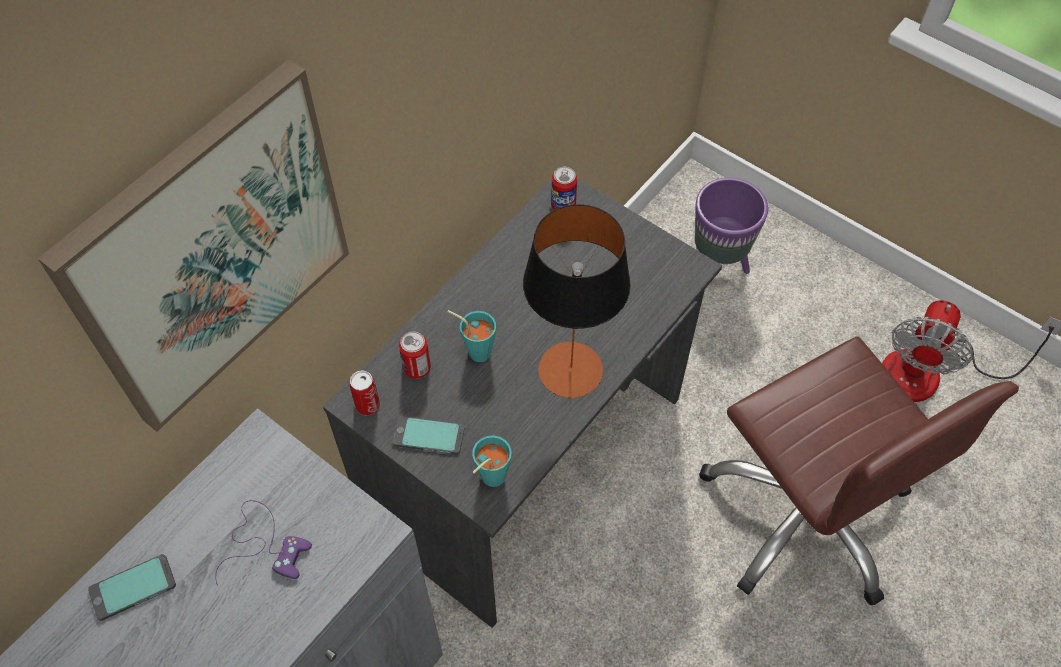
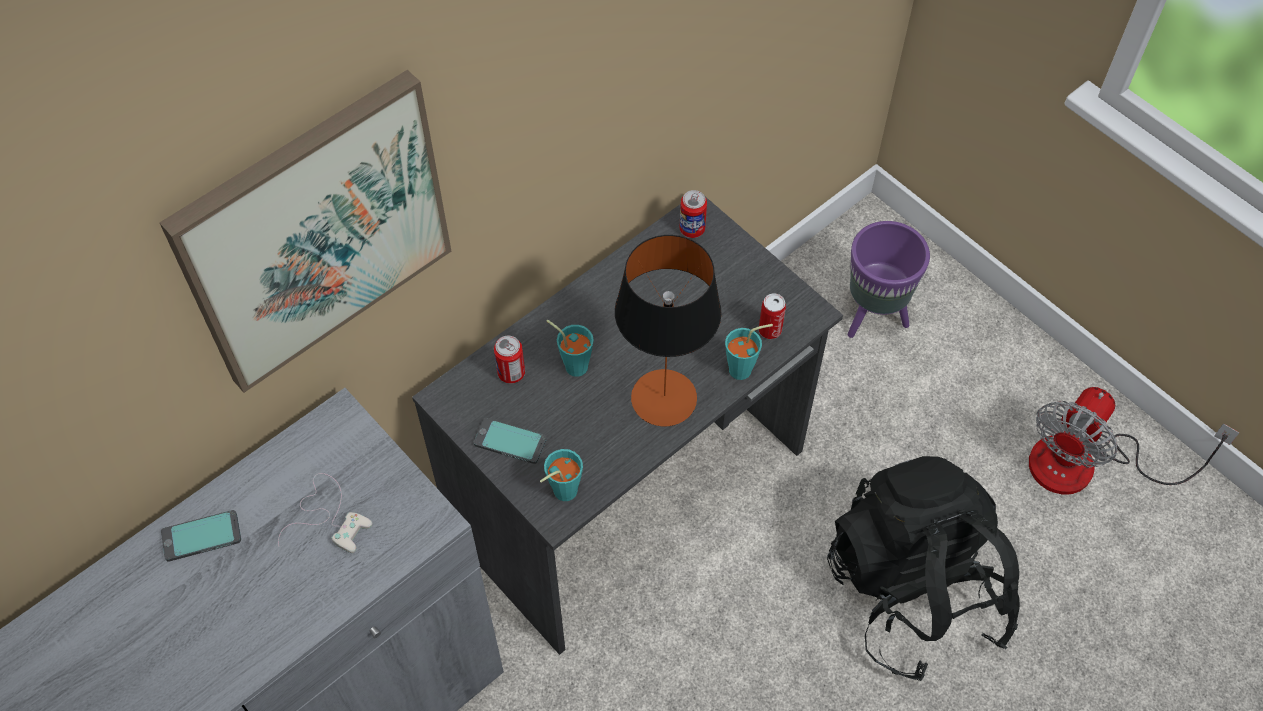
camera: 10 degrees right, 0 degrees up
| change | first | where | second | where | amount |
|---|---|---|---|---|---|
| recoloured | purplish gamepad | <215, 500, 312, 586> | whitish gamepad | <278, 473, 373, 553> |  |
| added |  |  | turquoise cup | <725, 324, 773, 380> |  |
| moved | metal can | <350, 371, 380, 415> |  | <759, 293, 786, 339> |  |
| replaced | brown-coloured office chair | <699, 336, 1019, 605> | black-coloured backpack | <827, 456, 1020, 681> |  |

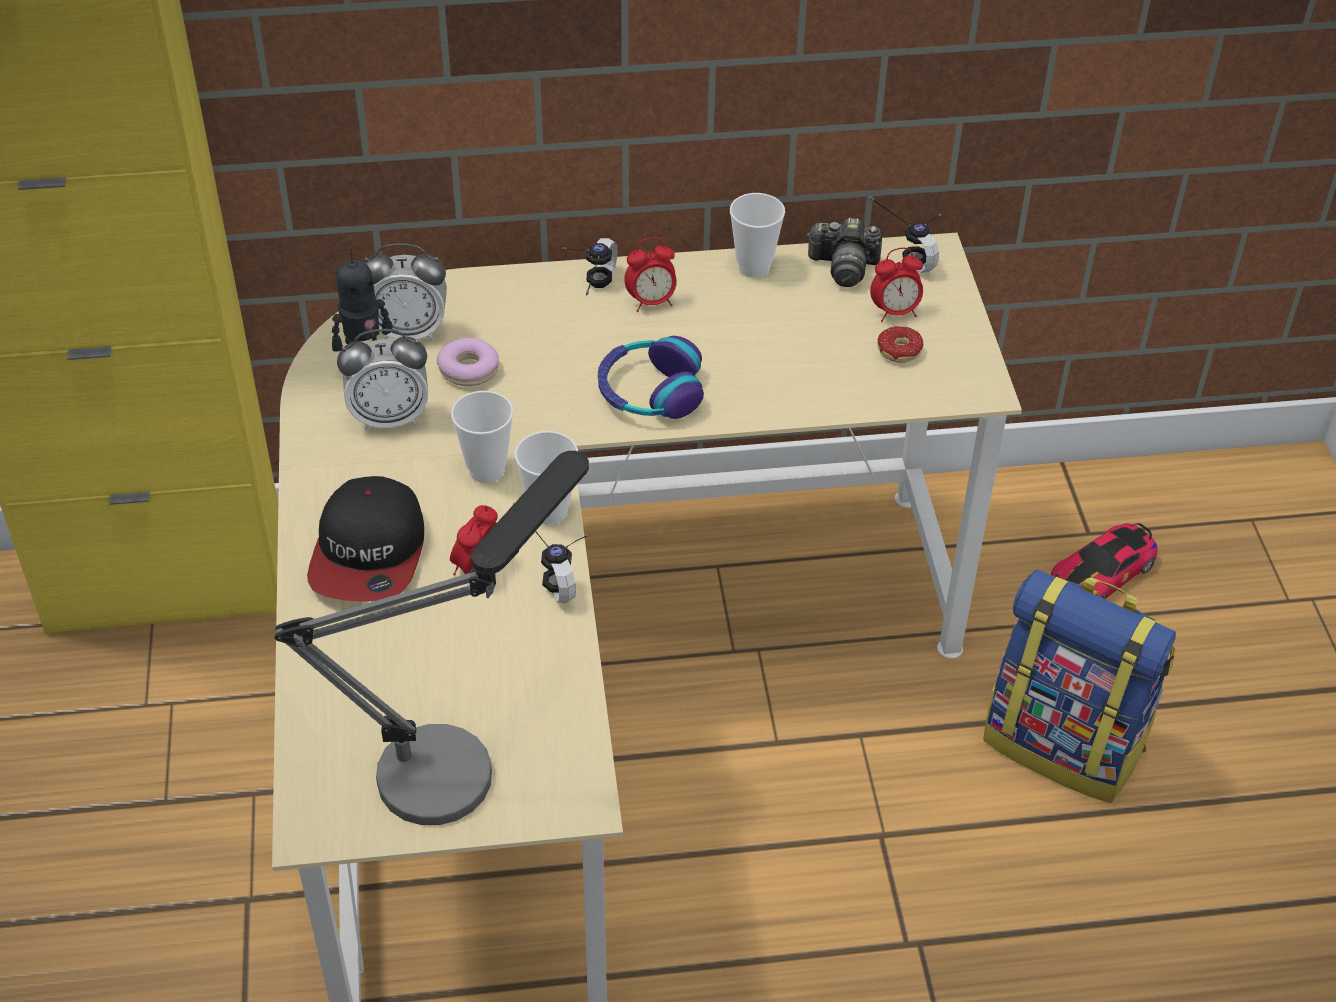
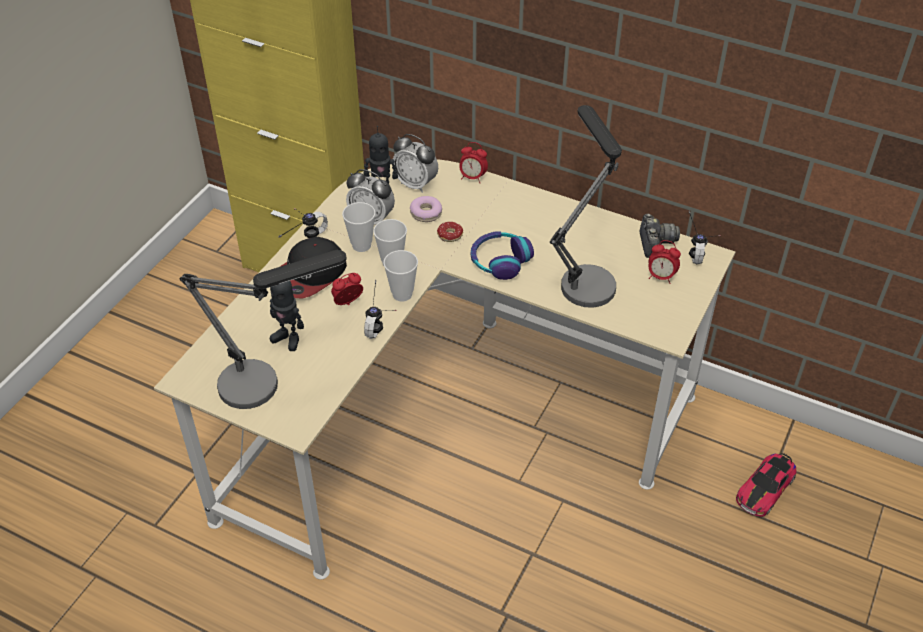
camera: 35 degrees right, 0 degrees up
| change | first | where | second | where | amount |
|---|---|---|---|---|---|
| added |  |  | robot figure | <270, 281, 304, 351> |  |
| moved | headphones | <563, 238, 618, 296> |  | <278, 208, 328, 238> |  |
| moved | cup | <730, 193, 785, 278> |  | <342, 202, 375, 252> |  |
| moved | donut | <878, 326, 941, 363> |  | <437, 222, 463, 242> |  |
| moved | bedside clock | <624, 237, 677, 312> |  | <459, 142, 488, 182> |  |
| added |  |  | lamp for a table | <550, 105, 622, 308> |  |
| turned | still camera | <807, 218, 882, 287> |  | <640, 214, 680, 258> | 135 degrees counterclockwise |
| turned | model car | <1051, 523, 1157, 599> |  | <736, 453, 796, 517> | 45 degrees counterclockwise |
| removed | backpack | <983, 569, 1176, 803> |  |  |  |

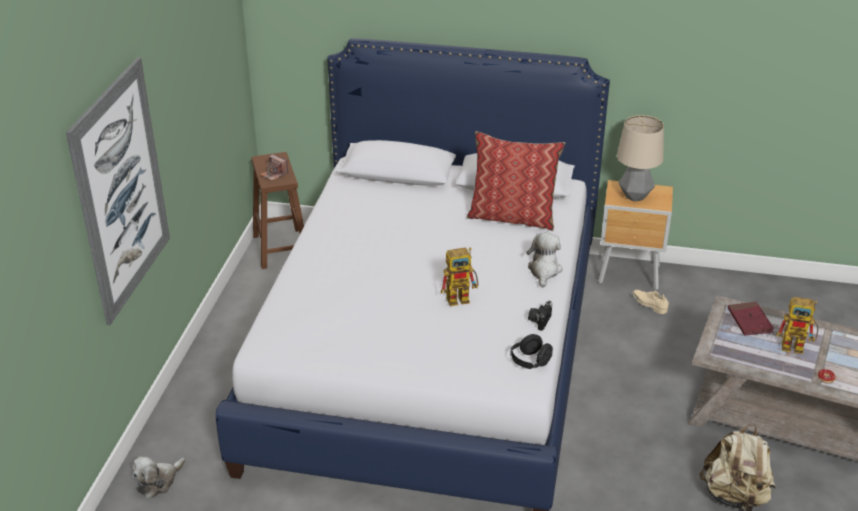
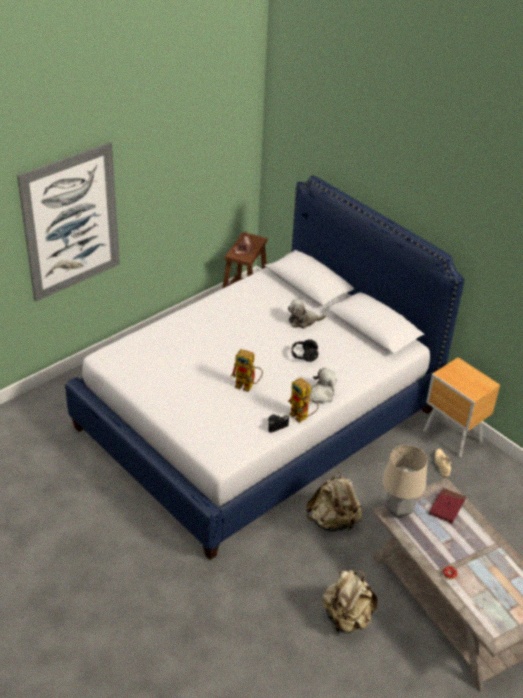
camera: 35 degrees right, 5 degrees up
| change | first | where | second | where | amount |
|---|---|---|---|---|---|
| moved | soft toy | <133, 456, 185, 499> |  | <288, 299, 326, 329> |  |
| moved | robot figure | <776, 297, 819, 354> |  | <288, 378, 319, 423> |  |
| moved | black-coloured headphones | <510, 334, 553, 369> |  | <291, 339, 318, 362> |  |
| added |  |  | sand-coloured backpack | <306, 471, 362, 533> |  |
| moved | lamp for a table | <617, 115, 664, 202> |  | <382, 445, 427, 518> |  |
| removed | throw pillow | <466, 131, 566, 231> |  |  |  |

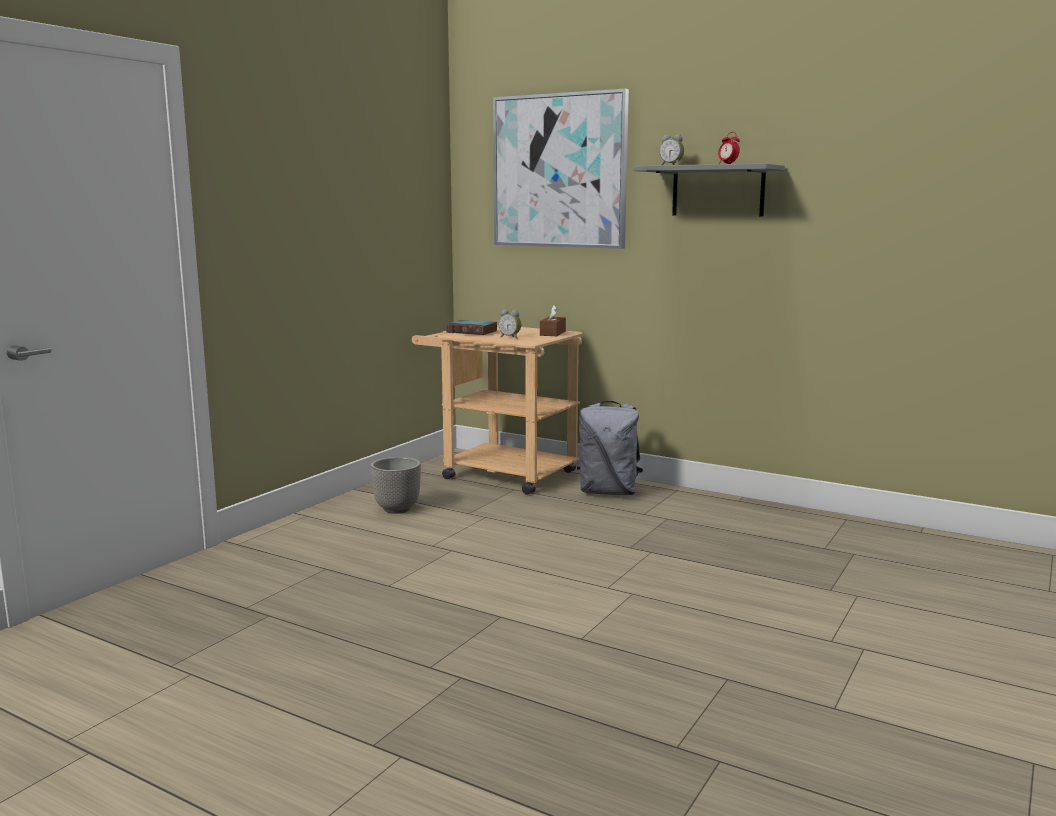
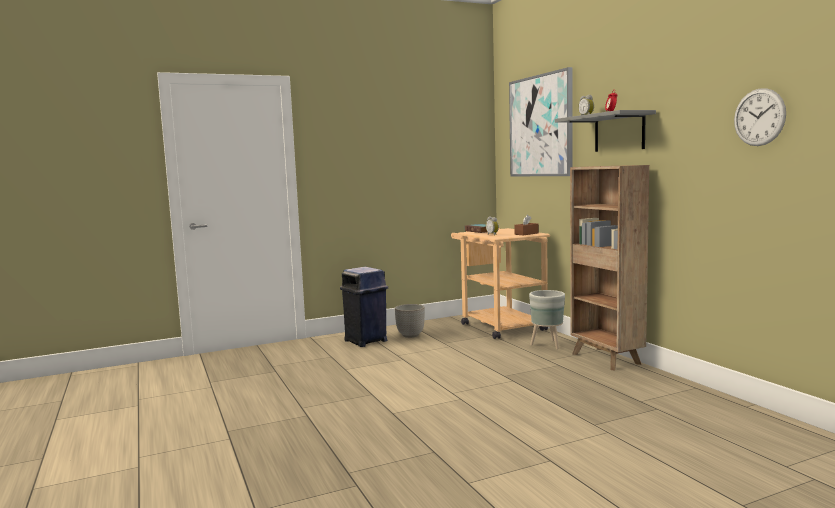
camera: 35 degrees right, 5 degrees down
| change | first | where | second | where | amount |
|---|---|---|---|---|---|
| added |  |  | bluish rubbish bin | <340, 267, 388, 347> |  |
| replaced | grey backpack | <577, 401, 643, 495> | grey plant pot | <529, 290, 565, 349> |  |
| added |  |  | brown-coloured bookcase | <570, 165, 649, 370> |  |
| added |  |  | clock on the wall | <734, 88, 786, 146> |  |

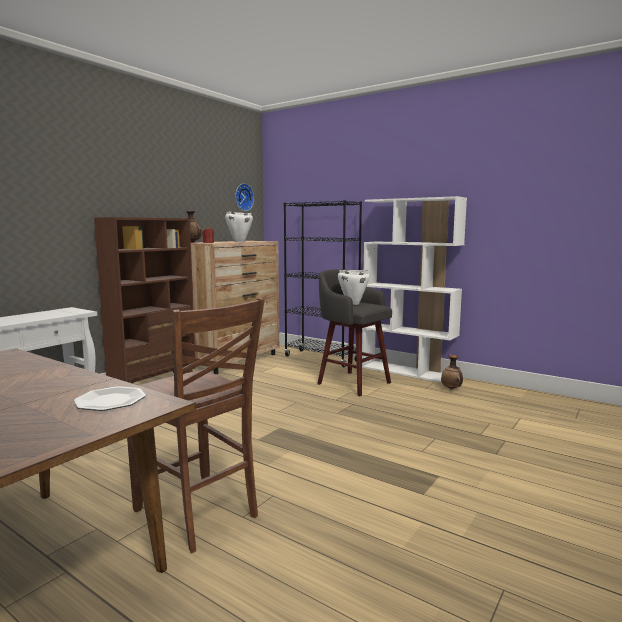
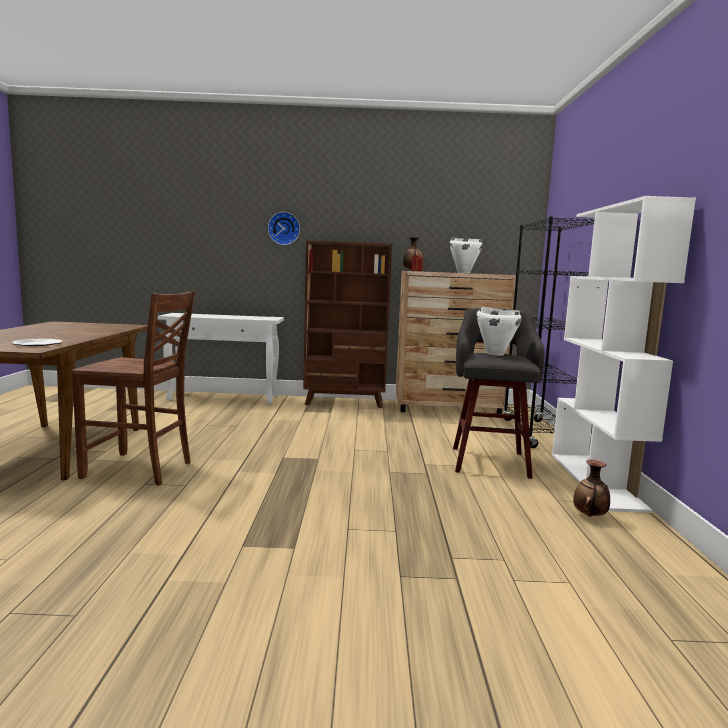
camera: 55 degrees right, 0 degrees up
| change | first | where | second | where | amount |
|---|---|---|---|---|---|
| turned | brown-coloured chair | <127, 298, 265, 553> |  | <72, 290, 195, 485> | 90 degrees counterclockwise |
| moved | clock on the wall | <235, 183, 254, 211> |  | <268, 212, 300, 245> |  |

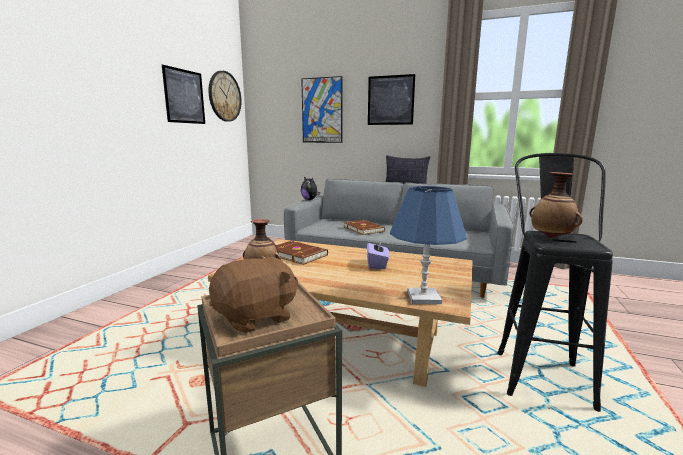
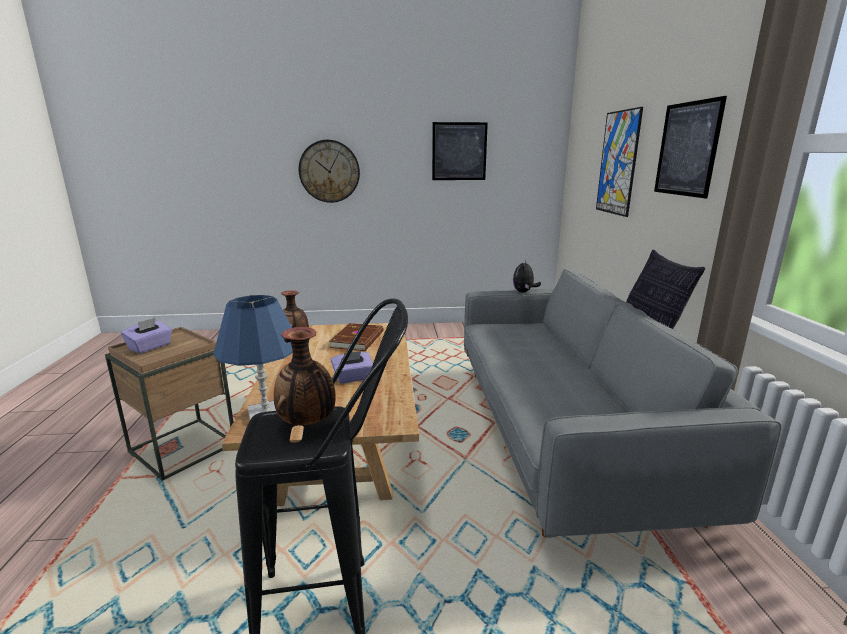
camera: 65 degrees right, 5 degrees up
| change | first | where | second | where | amount |
|---|---|---|---|---|---|
| replaced | brown-coloured soft toy | <209, 255, 298, 333> | purplish tissue box | <121, 318, 172, 353> |  |
| moved | clock on the wall | <209, 71, 242, 122> |  | <299, 140, 360, 203> |  |
| removed | brown-coloured book | <343, 220, 385, 235> |  |  |  |

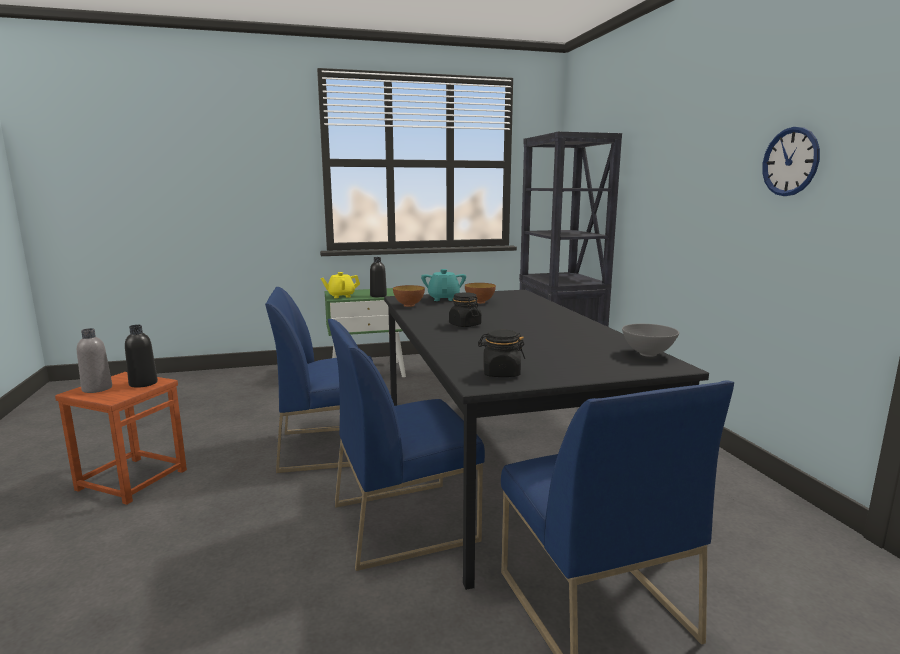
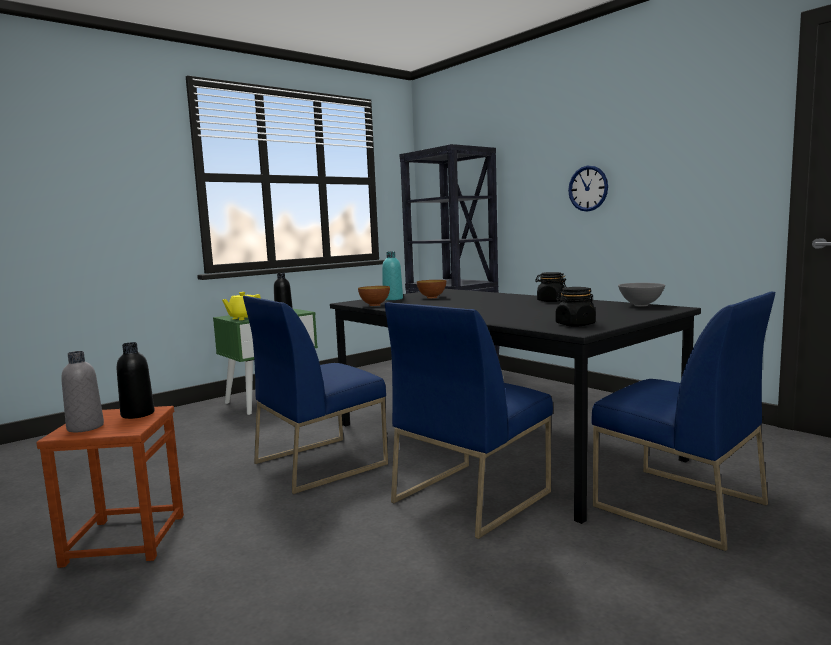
camera: 25 degrees left, 5 degrees down
| change | first | where | second | where | amount |
|---|---|---|---|---|---|
| replaced | turquoise teapot | <421, 269, 466, 301> | turquoise beverage bottle | <382, 251, 403, 300> |  |
| moved | black-coloured jar | <449, 292, 482, 327> |  | <535, 272, 566, 302> |  |
| moved | clock on the wall | <762, 127, 820, 196> |  | <568, 166, 608, 212> |  |

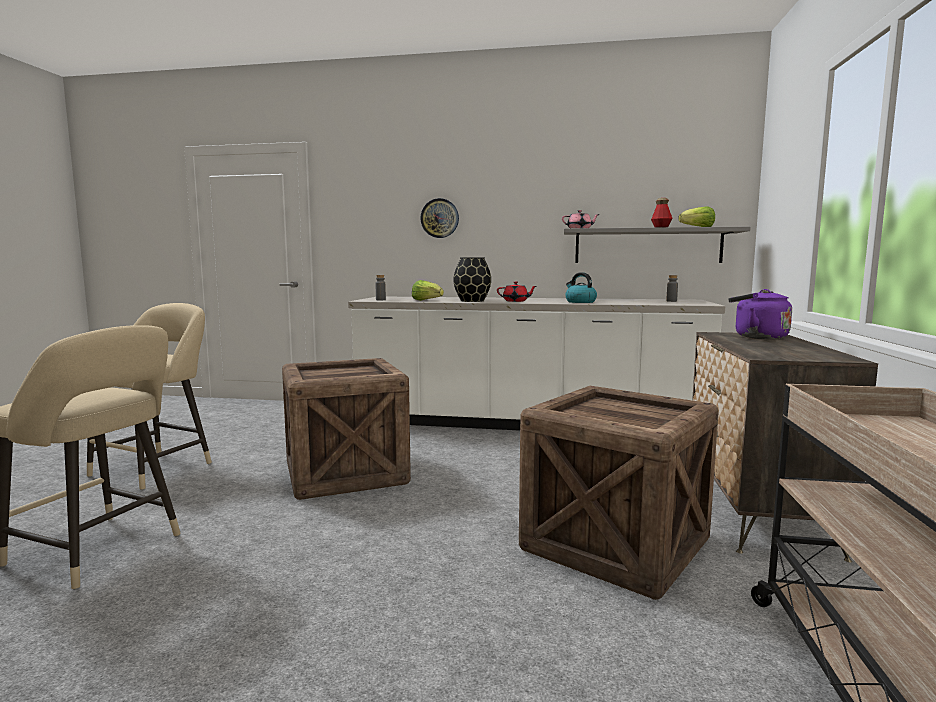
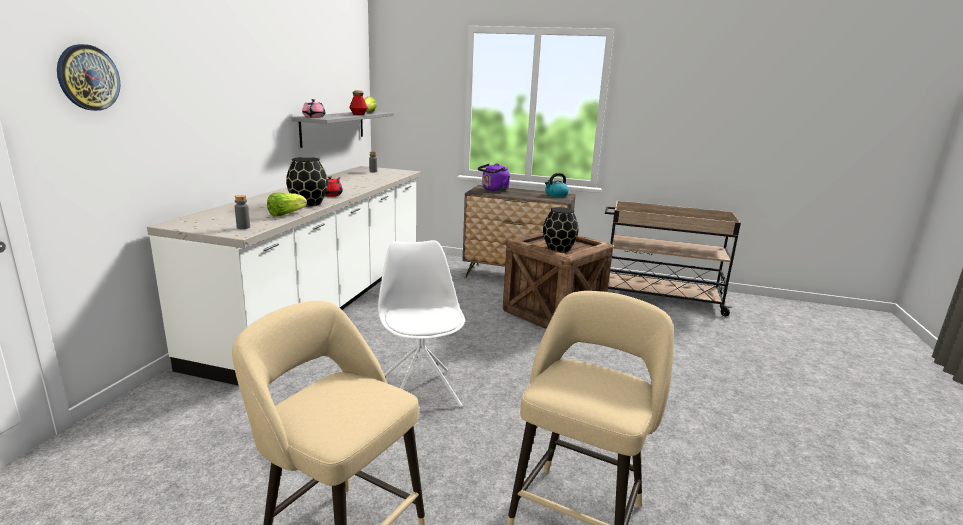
camera: 85 degrees left, 10 degrees up
| change | first | where | second | where | amount |
|---|---|---|---|---|---|
| moved | clock on the wall | <420, 198, 459, 238> |  | <57, 44, 120, 111> |  |
| replaced | shipping crate | <282, 358, 411, 500> | whitish chair | <378, 240, 465, 407> |  |
| added |  |  | black-coloured flower vase | <543, 207, 579, 252> |  |
| moved | tea kettle | <565, 272, 597, 303> |  | <545, 173, 569, 197> |  |

